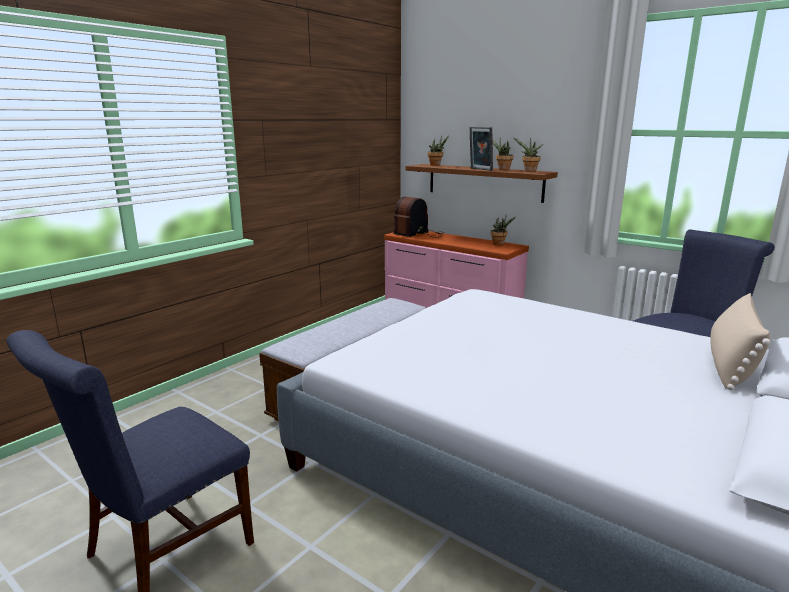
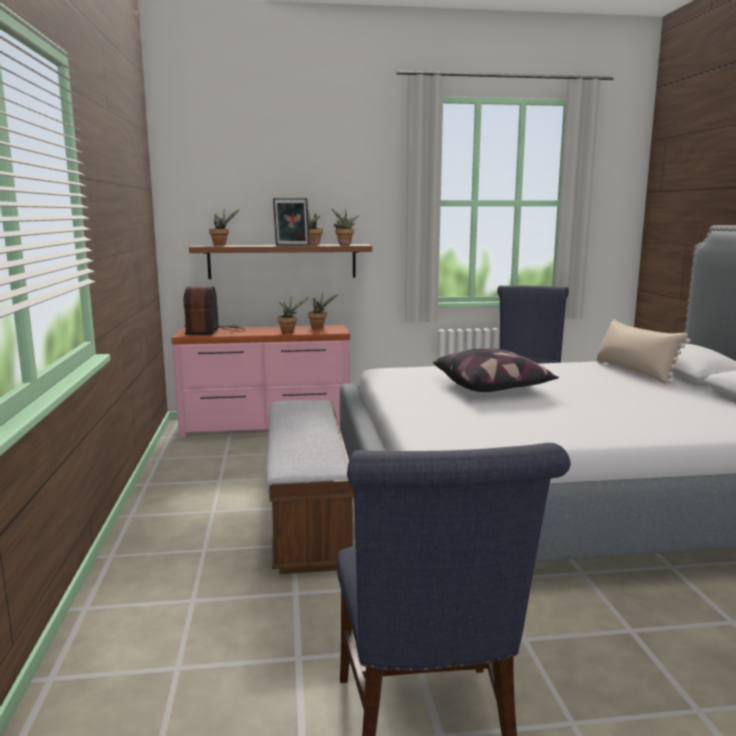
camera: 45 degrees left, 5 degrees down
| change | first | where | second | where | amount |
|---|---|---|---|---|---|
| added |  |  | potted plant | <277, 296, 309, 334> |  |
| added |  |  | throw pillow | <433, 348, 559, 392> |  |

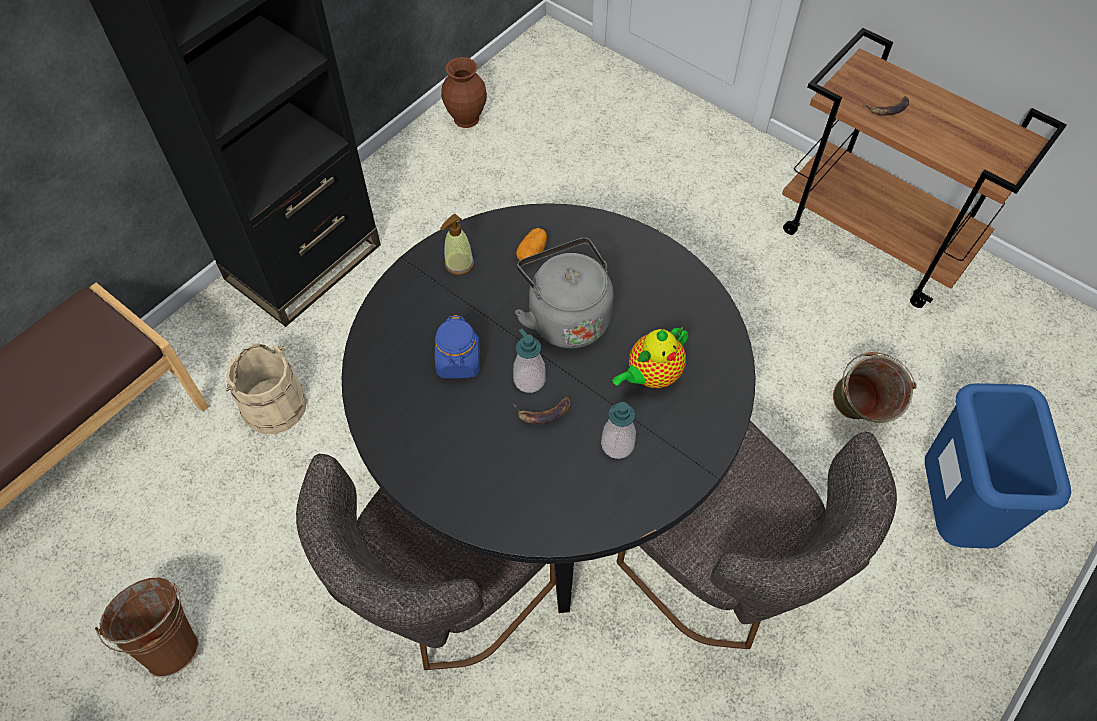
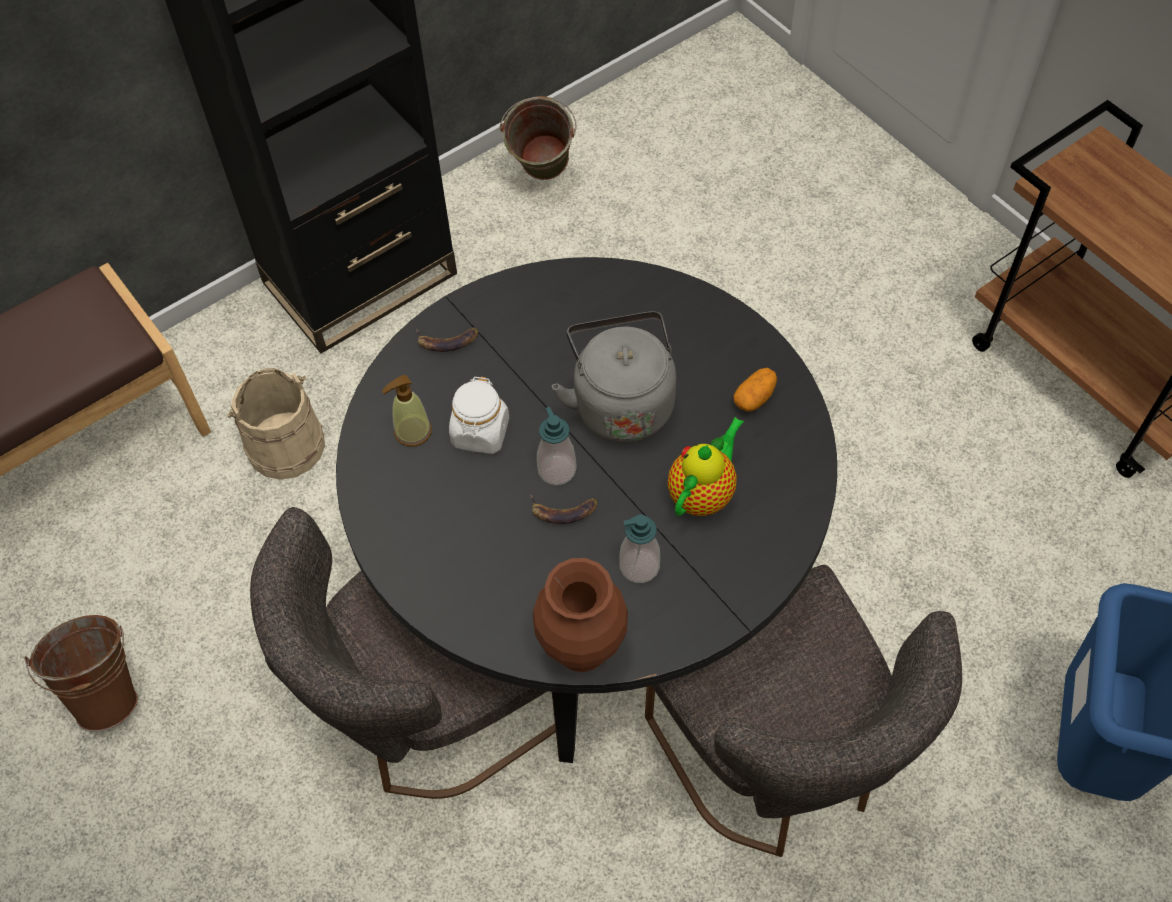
camera: 15 degrees right, 0 degrees up
| change | first | where | second | where | amount |
|---|---|---|---|---|---|
| moved | liquid soap bottle | <440, 214, 474, 275> |  | <382, 374, 432, 447> |  |
| moved | banana | <864, 96, 909, 115> |  | <416, 327, 478, 352> |  |
| recoloured | bluish jar | <435, 315, 480, 378> | whitish jar | <449, 377, 509, 454> |  |
| moved | greenish pail | <833, 352, 917, 423> |  | <500, 96, 576, 180> |  |
| moved | brown-coloured flower vase | <441, 57, 487, 128> |  | <533, 558, 628, 672> |  |
| turned | teapot | <612, 327, 688, 388> |  | <667, 417, 744, 516> | 150 degrees clockwise |
| moved | spud | <516, 228, 547, 263> |  | <733, 368, 777, 411> |  |

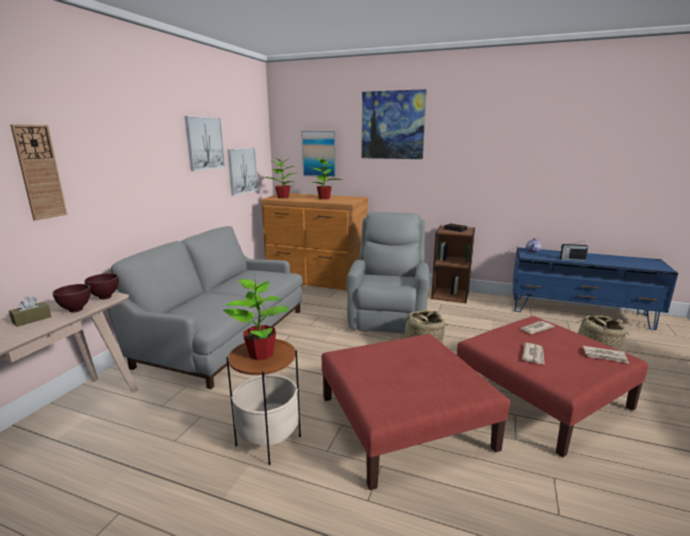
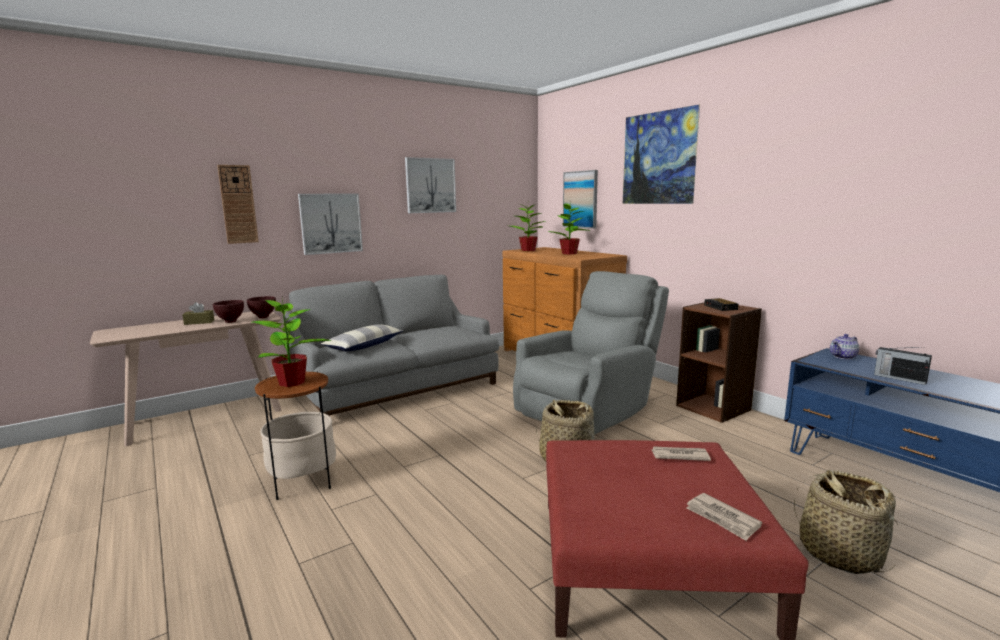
camera: 35 degrees right, 5 degrees down
| change | first | where | second | where | amount |
|---|---|---|---|---|---|
| moved | picture | <227, 148, 258, 196> |  | <298, 193, 363, 255> |  |
| added |  |  | throw pillow | <321, 324, 403, 352> |  |
| removed | red-coloured footrest | <322, 334, 510, 490> |  |  |  |
| removed | daily paper | <522, 343, 544, 364> |  |  |  |

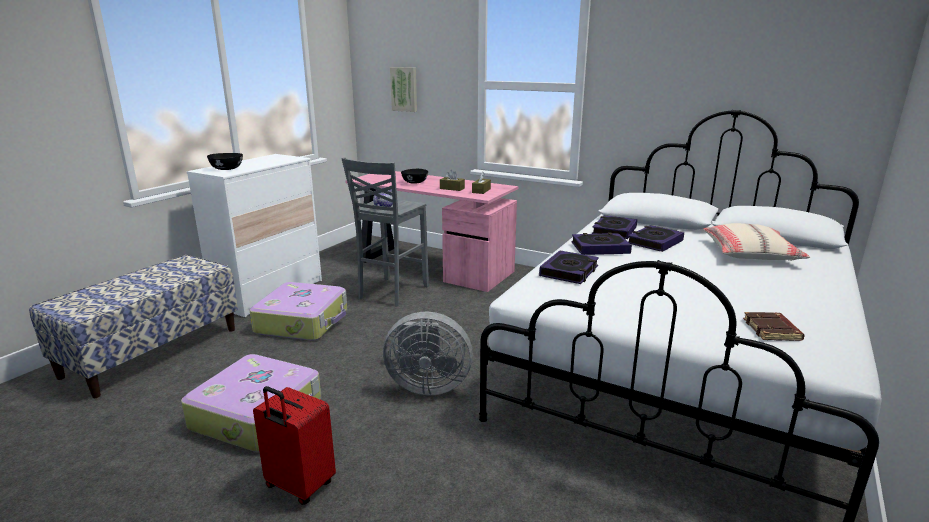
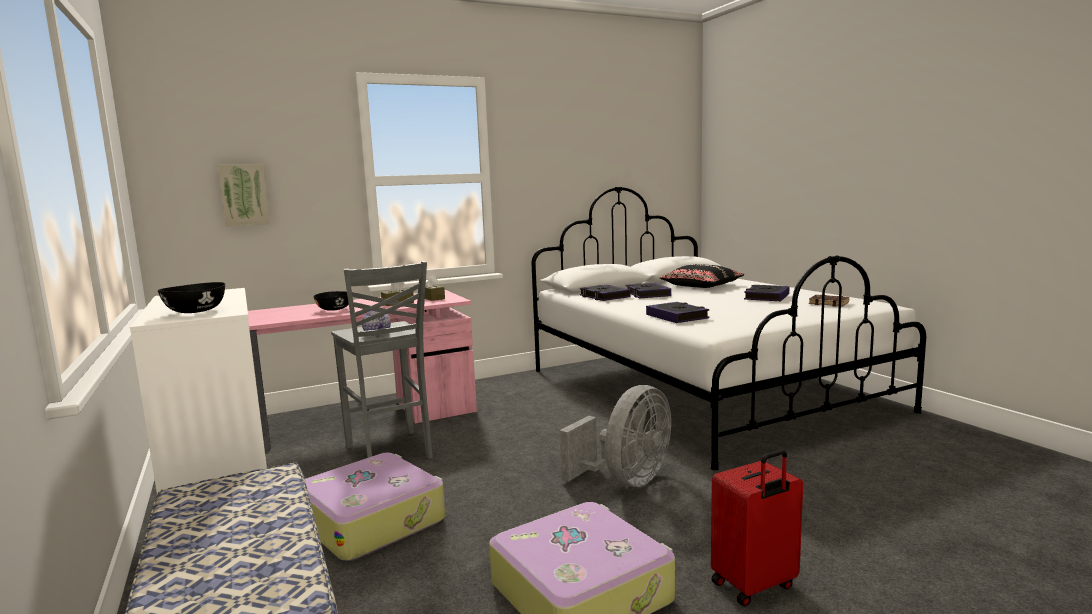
camera: 55 degrees left, 10 degrees down
| change | first | where | second | where | amount |
|---|---|---|---|---|---|
| recoloured | sand-coloured throw pillow | <703, 223, 810, 261> | black-coloured throw pillow | <660, 264, 745, 288> |  |
| moved | book | <572, 232, 632, 255> |  | <744, 285, 789, 302> |  |

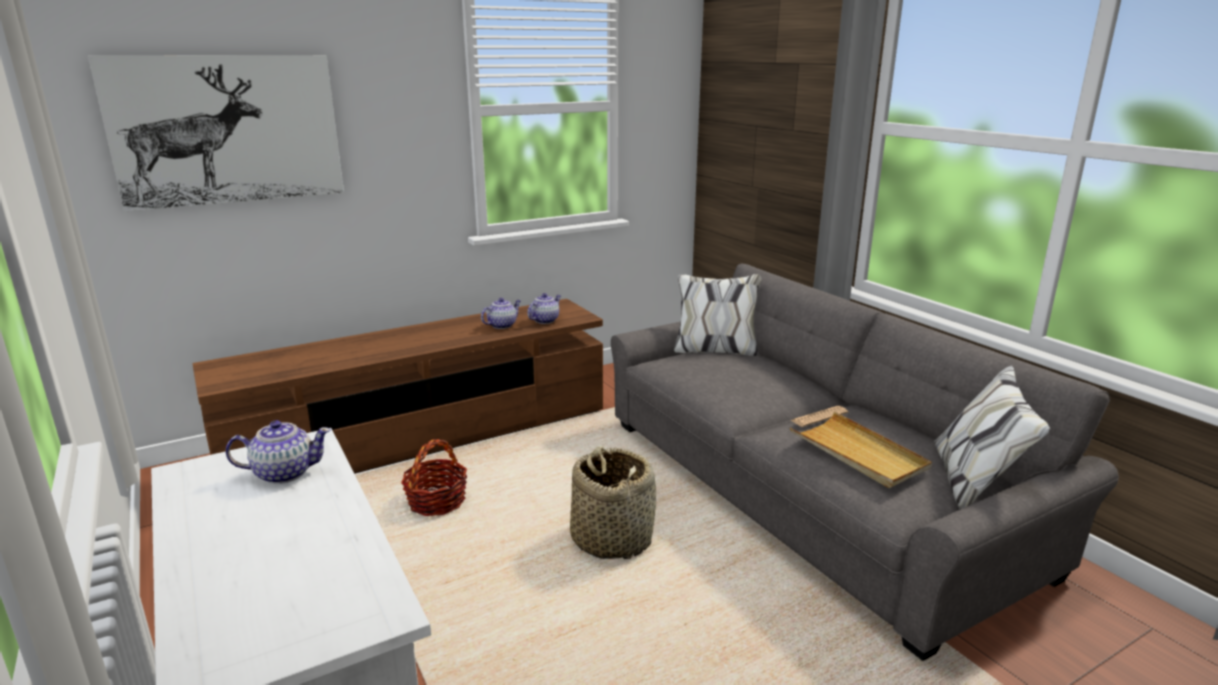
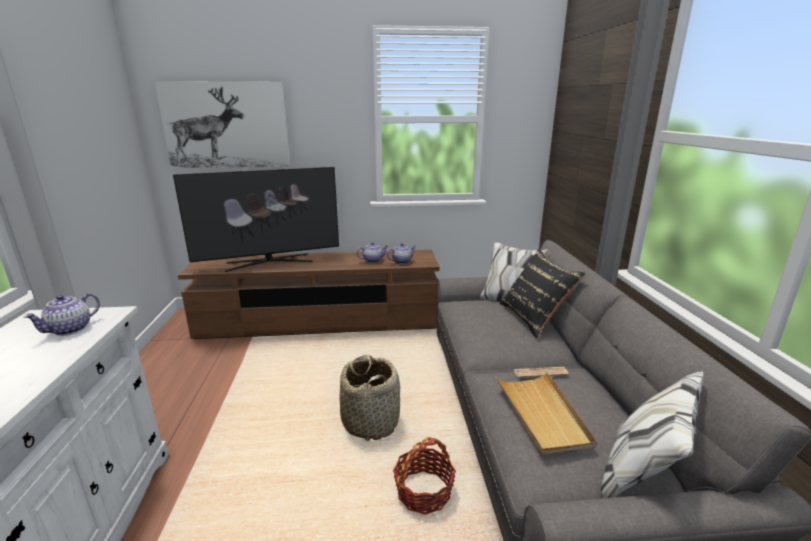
camera: 25 degrees right, 0 degrees up
| change | first | where | second | where | amount |
|---|---|---|---|---|---|
| turned | teapot | <226, 420, 331, 484> |  | <23, 293, 100, 336> | 105 degrees clockwise |
| added |  |  | television | <173, 167, 339, 272> |  |
| moved | household basket | <401, 439, 467, 516> |  | <393, 437, 456, 515> |  |
| added |  |  | black-coloured throw pillow | <500, 249, 586, 338> |  |

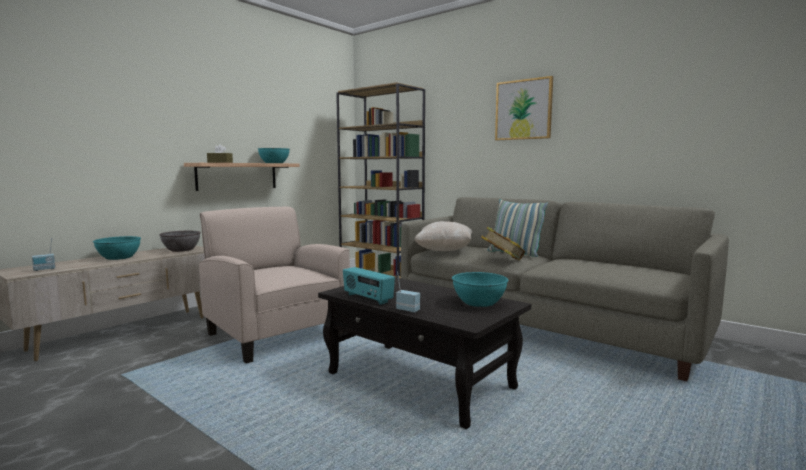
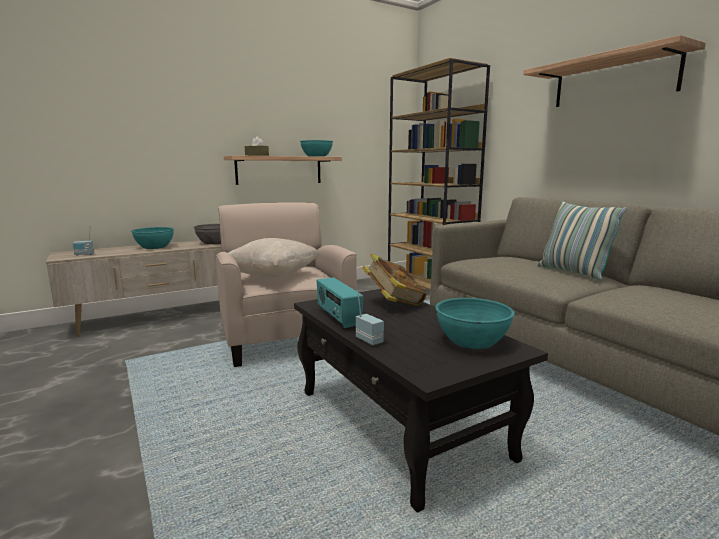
camera: 20 degrees right, 5 degrees up
| change | first | where | second | where | amount |
|---|---|---|---|---|---|
| moved | sand-coloured throw pillow | <414, 221, 473, 251> |  | <227, 238, 321, 277> |  |
| moved | book | <481, 227, 525, 260> |  | <362, 254, 427, 306> |  |
| replaced | picture | <495, 76, 553, 140> | shelf | <523, 35, 706, 107> |  |

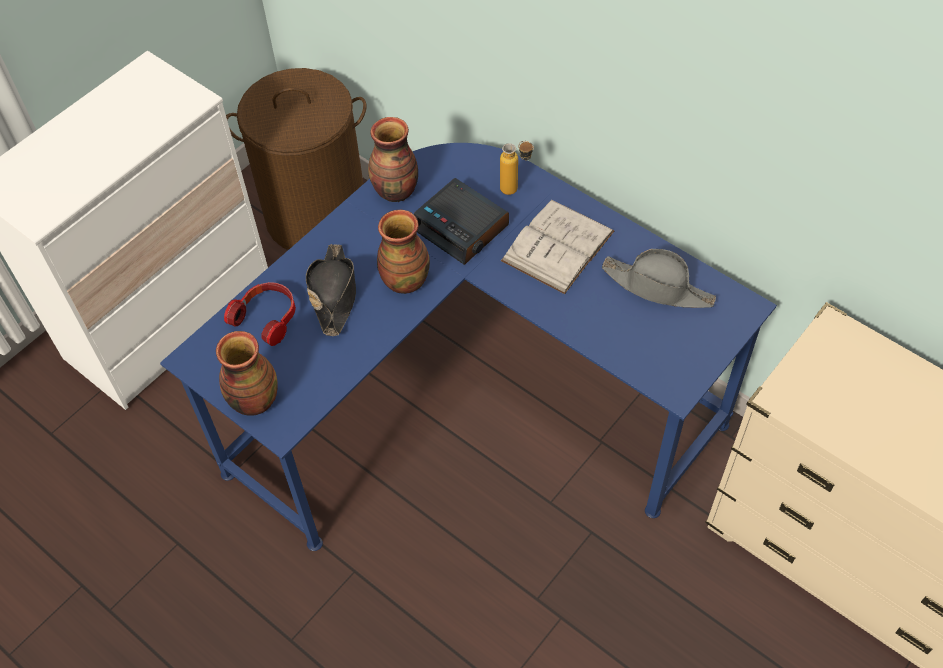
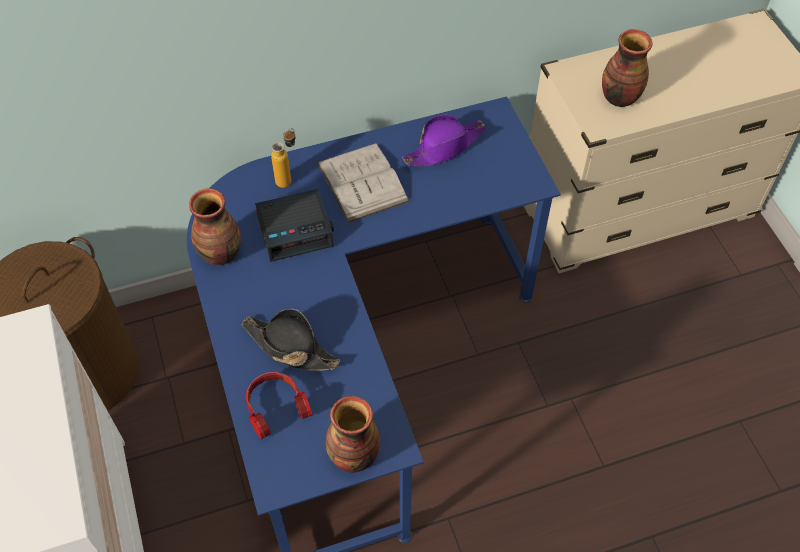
camera: 60 degrees left, 0 degrees up
| change | first | where | second | where | amount |
|---|---|---|---|---|---|
| recoloured | grey wearable hat | <602, 249, 716, 308> | purplish wearable hat | <402, 114, 486, 167> |  |
| moved | flower vase | <377, 210, 430, 294> |  | <602, 29, 653, 107> |  |

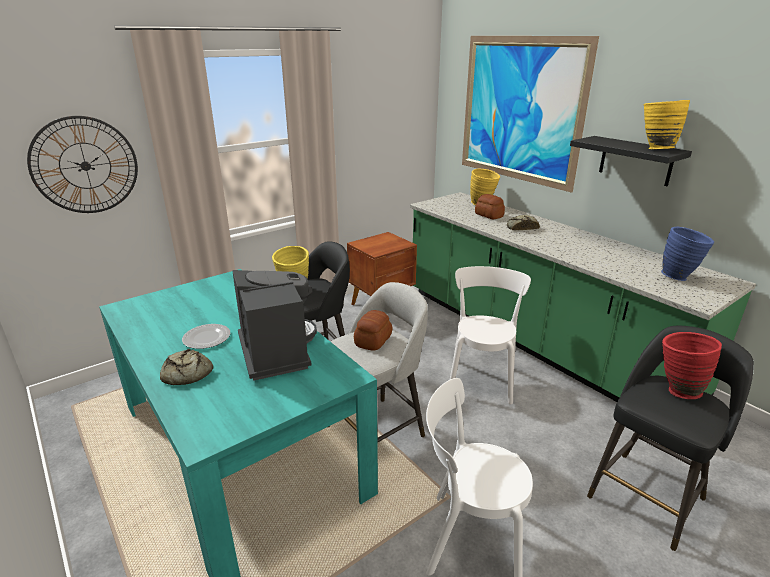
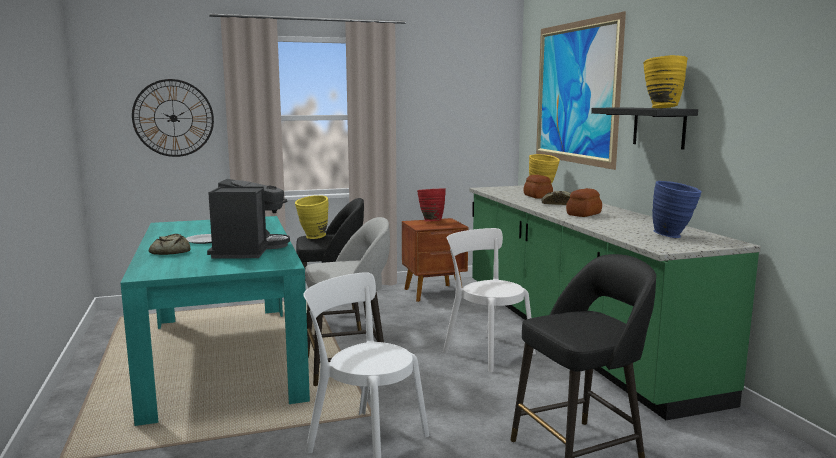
camera: 20 degrees right, 15 degrees down
| change | first | where | second | where | amount |
|---|---|---|---|---|---|
| moved | red-coloured flower vase | <662, 332, 722, 399> |  | <417, 188, 446, 221> |  |
| turned | whitish chair | <450, 266, 531, 404> |  | <443, 228, 536, 372> | 75 degrees counterclockwise |
| moved | baked bread | <354, 310, 392, 351> |  | <566, 188, 602, 217> |  |

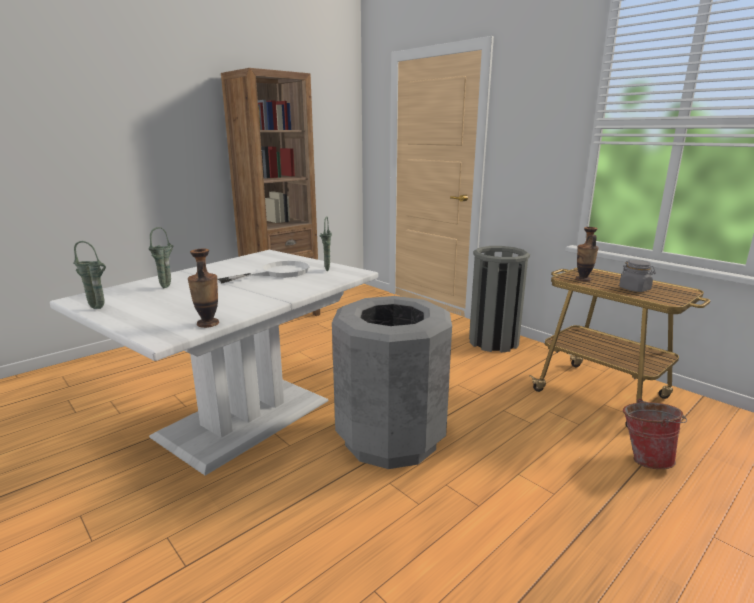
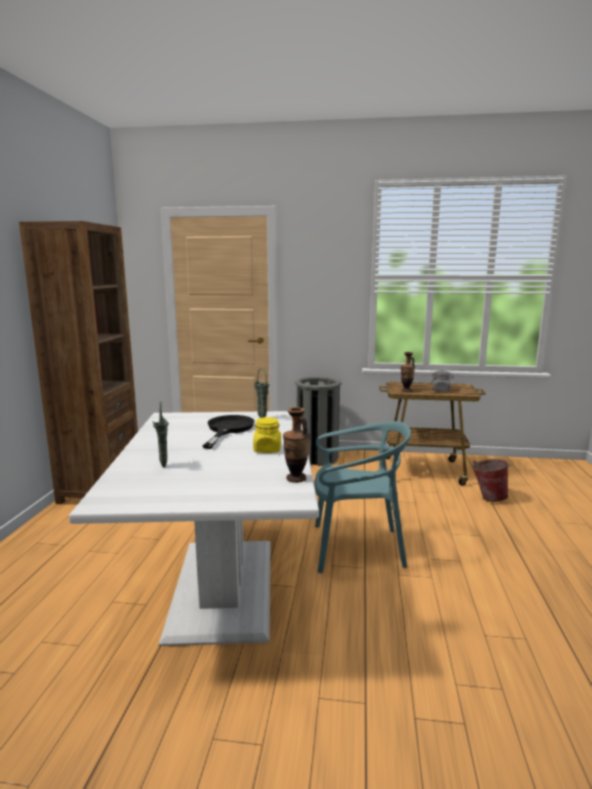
camera: 40 degrees left, 5 degrees down
| change | first | where | second | where | amount |
|---|---|---|---|---|---|
| recoloured | whitish frying pan | <217, 261, 310, 284> | black-coloured frying pan | <203, 415, 255, 449> |  |
| added |  |  | yellowish jar | <253, 417, 281, 453> |  |
| replaced | grey rubbish bin | <332, 296, 452, 469> | turquoise chair | <314, 421, 411, 573> |  |
| removed | greenish flower vase | <73, 241, 106, 309> |  |  |  |

